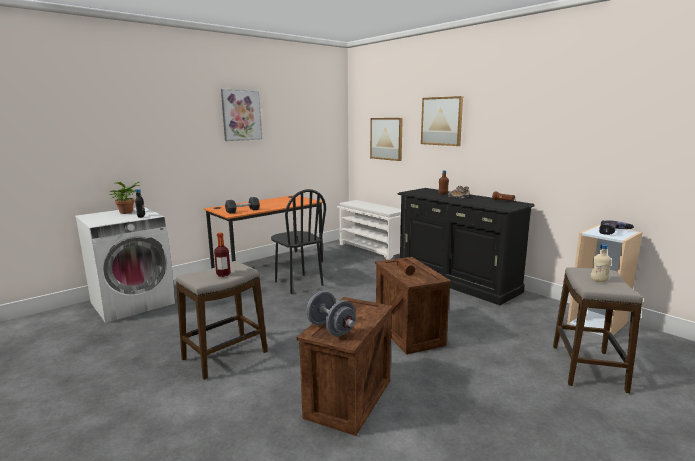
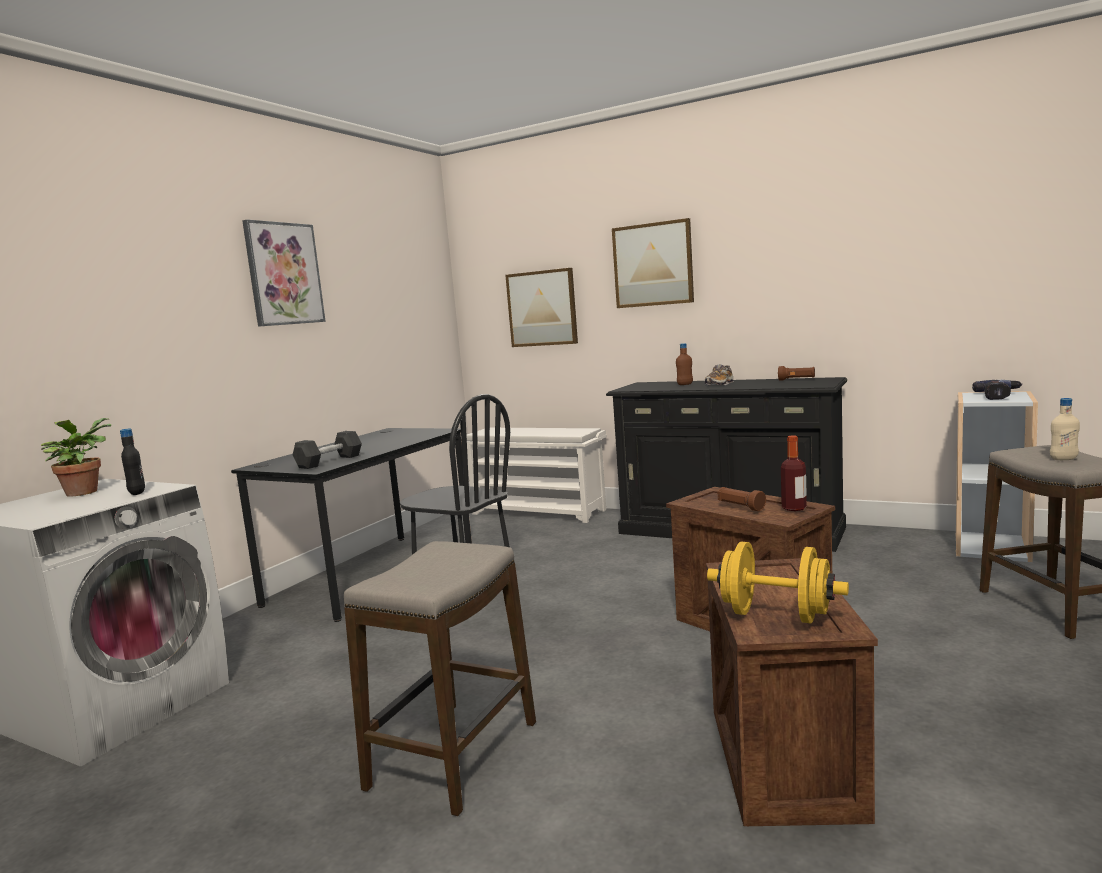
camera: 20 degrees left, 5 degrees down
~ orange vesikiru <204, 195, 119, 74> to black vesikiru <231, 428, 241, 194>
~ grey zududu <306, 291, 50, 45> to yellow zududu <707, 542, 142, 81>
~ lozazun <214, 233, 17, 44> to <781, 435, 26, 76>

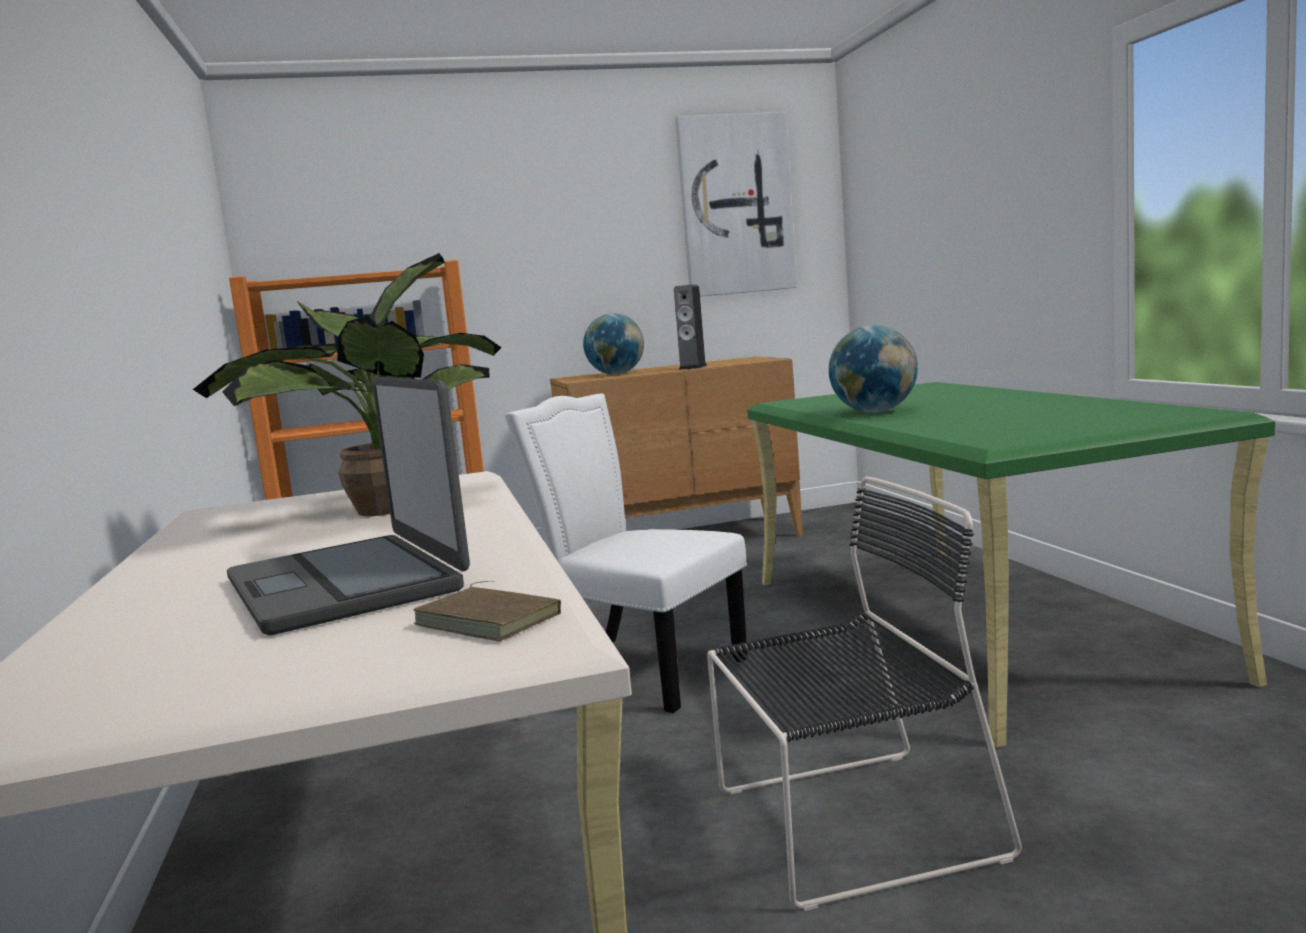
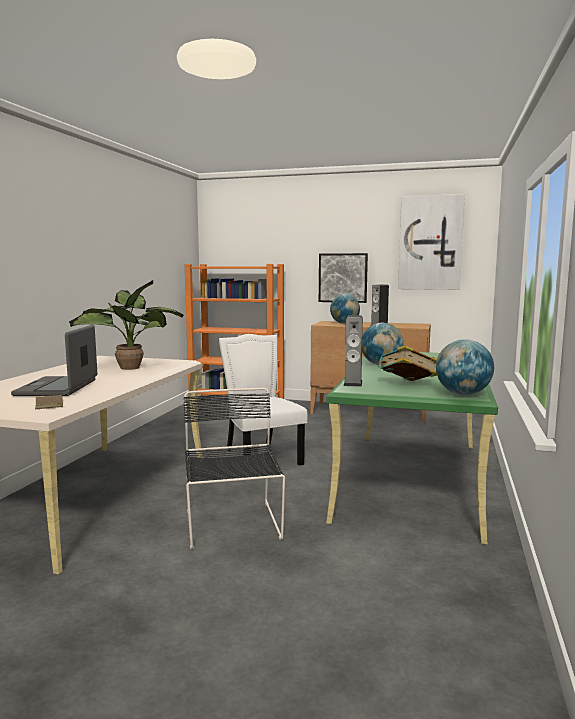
camera: 30 degrees right, 0 degrees up
~ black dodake <707, 476, 315, 435> = <184, 388, 101, 161> 120 degrees counterclockwise
+ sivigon <319, 253, 49, 50>
+ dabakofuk <344, 315, 19, 72>
+ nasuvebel <378, 345, 59, 36>
+ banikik <436, 339, 58, 56>

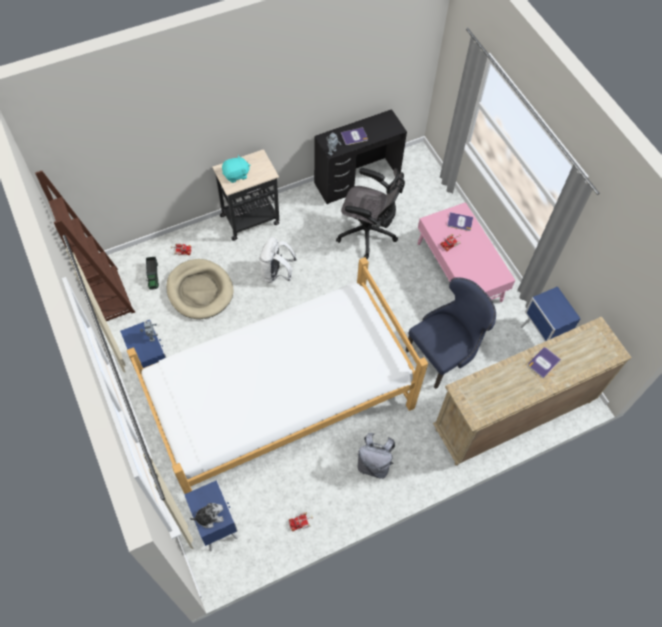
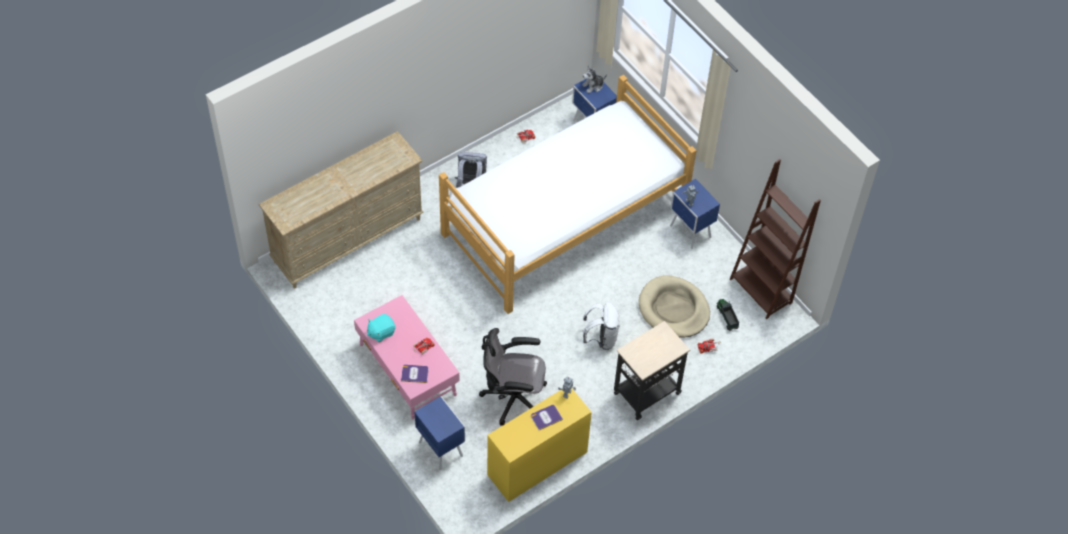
camera: 170 degrees right, 5 degrees down
~ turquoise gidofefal <222, 155, 28, 28> to <367, 314, 28, 28>
~ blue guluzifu <520, 287, 61, 54> to <415, 396, 50, 74>
~ black vesikiru <314, 109, 93, 95> to yellow vesikiru <487, 388, 105, 114>
- blue dodake <405, 277, 91, 112>
- nasuvebel <528, 347, 33, 31>

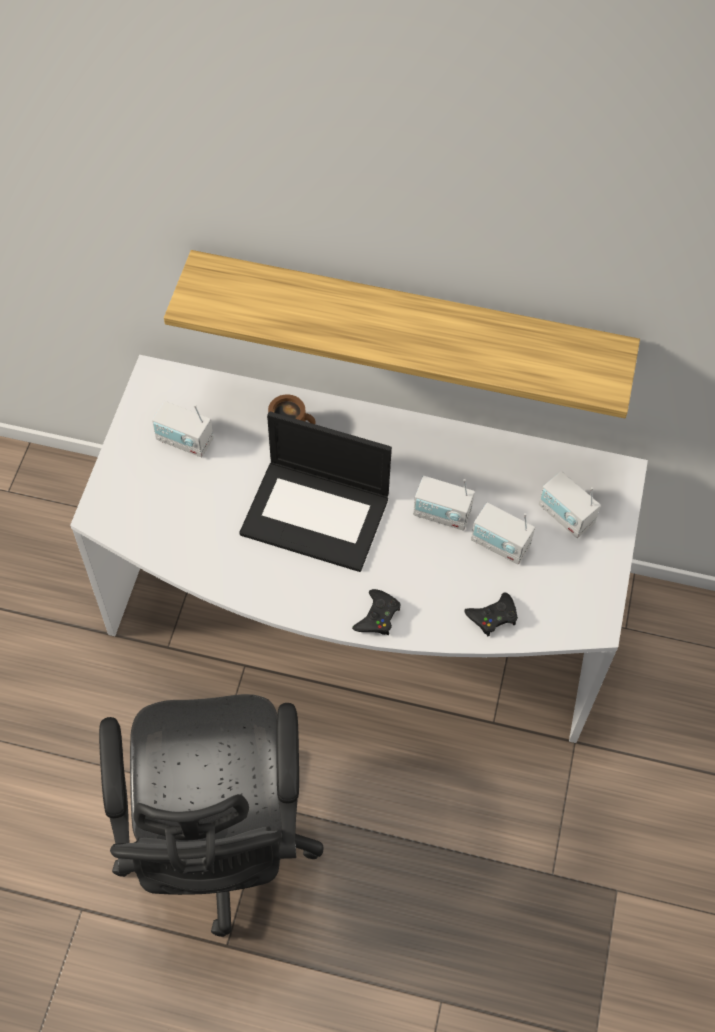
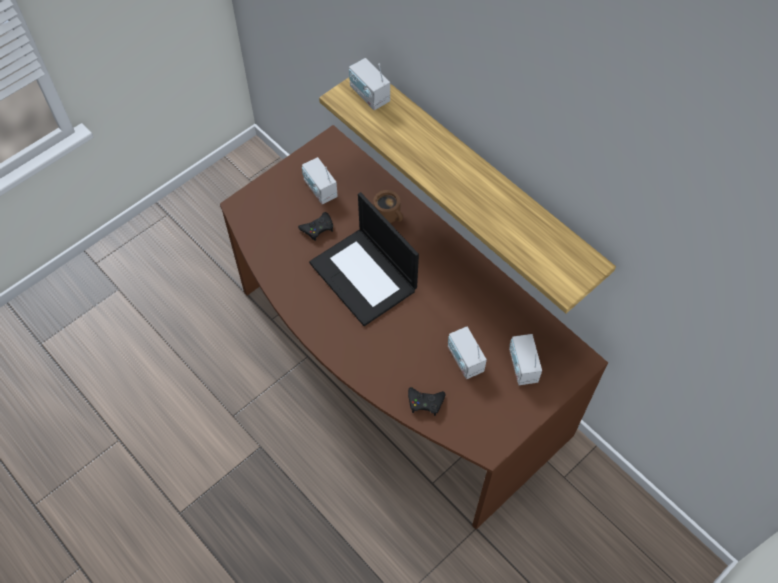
camera: 35 degrees right, 0 degrees up
~ white vesikiru <70, 355, 578, 388> to brown vesikiru <220, 125, 388, 404>
~ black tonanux <352, 589, 48, 46> to <298, 212, 35, 29>
~ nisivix <413, 476, 62, 55> to <349, 58, 41, 52>
- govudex <99, 694, 224, 243>

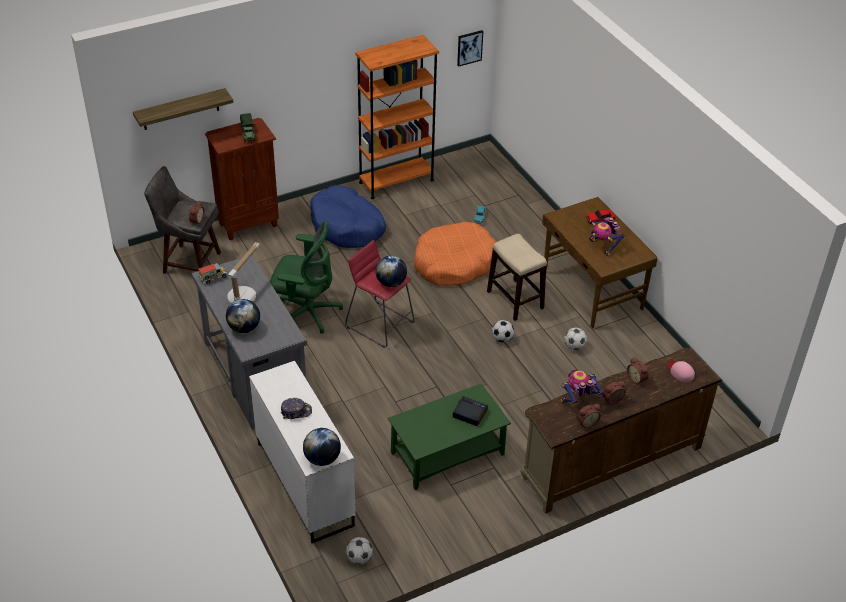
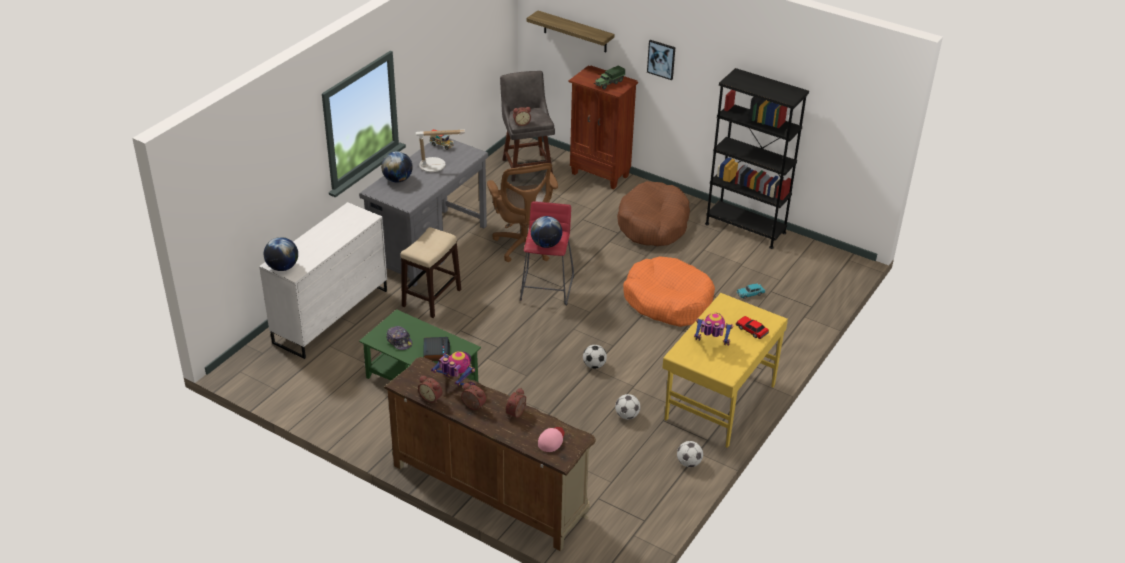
camera: 60 degrees right, 5 degrees down
~ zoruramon <281, 398, 31, 21> to <386, 326, 26, 24>
~ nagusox <487, 234, 60, 87> to <400, 227, 61, 91>
~ green govudex <270, 221, 73, 113> to brown govudex <487, 163, 71, 99>
~ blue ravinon <310, 185, 76, 63> to brown ravinon <617, 181, 73, 65>
~ sivigon <457, 30, 26, 37> to <647, 40, 28, 40>
~ brown vesikiru <542, 197, 116, 132> to yellow vesikiru <662, 293, 126, 155>
~ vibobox <346, 537, 27, 27> to <677, 441, 26, 26>
~ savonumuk <589, 217, 36, 39> = <694, 313, 39, 33> 75 degrees clockwise
~ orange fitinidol <355, 35, 84, 164> to black fitinidol <705, 68, 104, 181>

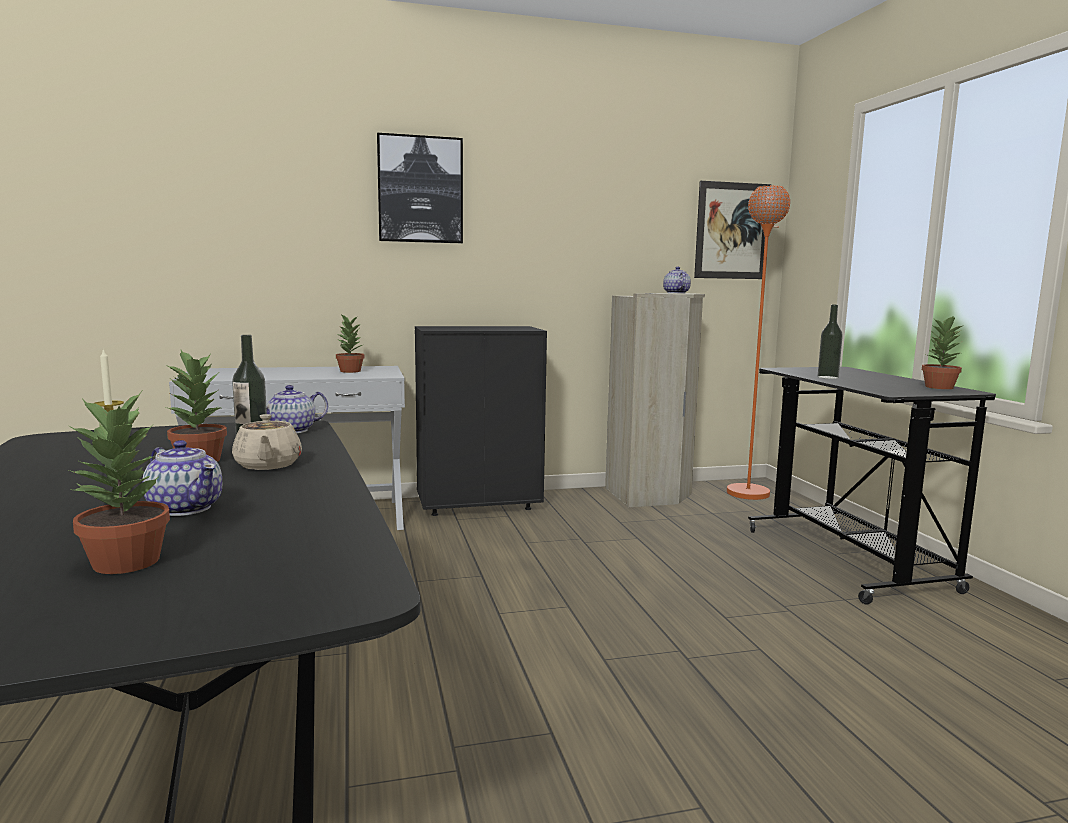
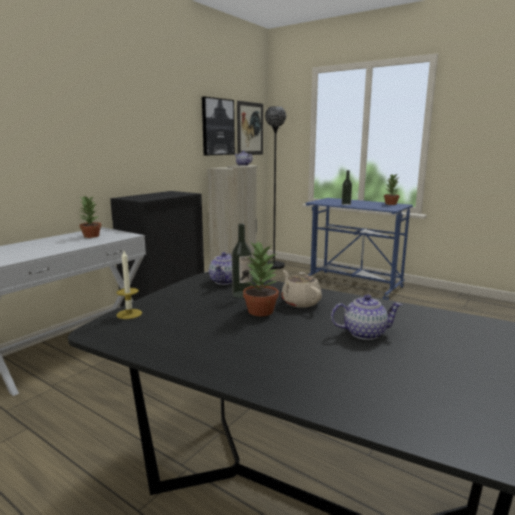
camera: 40 degrees left, 5 degrees up
~ sivigon <377, 133, 86, 110> to <202, 97, 33, 59>
~ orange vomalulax <727, 185, 63, 315> to black vomalulax <265, 106, 21, 163>
~ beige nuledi <232, 414, 70, 56> = <281, 270, 41, 38> 150 degrees counterclockwise
~ black vesikiru <748, 367, 248, 238> to blue vesikiru <305, 198, 108, 102>
- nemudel <69, 391, 101, 183>

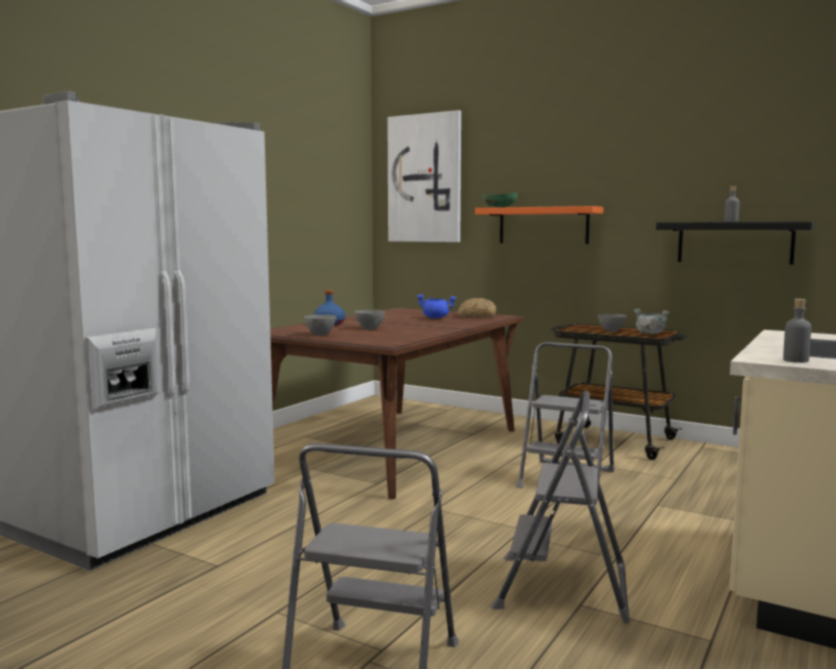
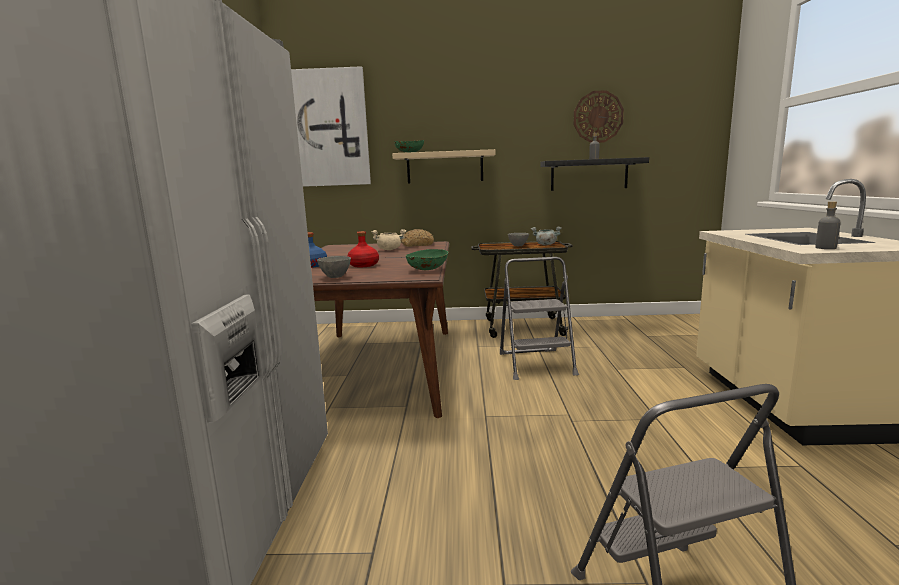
camera: 30 degrees left, 5 degrees up
~ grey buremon <354, 310, 31, 20> to red lozazun <347, 231, 32, 36>
~ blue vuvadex <417, 294, 40, 24> to beige vuvadex <372, 229, 34, 21>
~ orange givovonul <475, 206, 128, 38> to beige givovonul <392, 149, 104, 34>
+ green buremon <406, 249, 42, 21>
+ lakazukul <574, 90, 50, 53>
- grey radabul <491, 391, 138, 233>

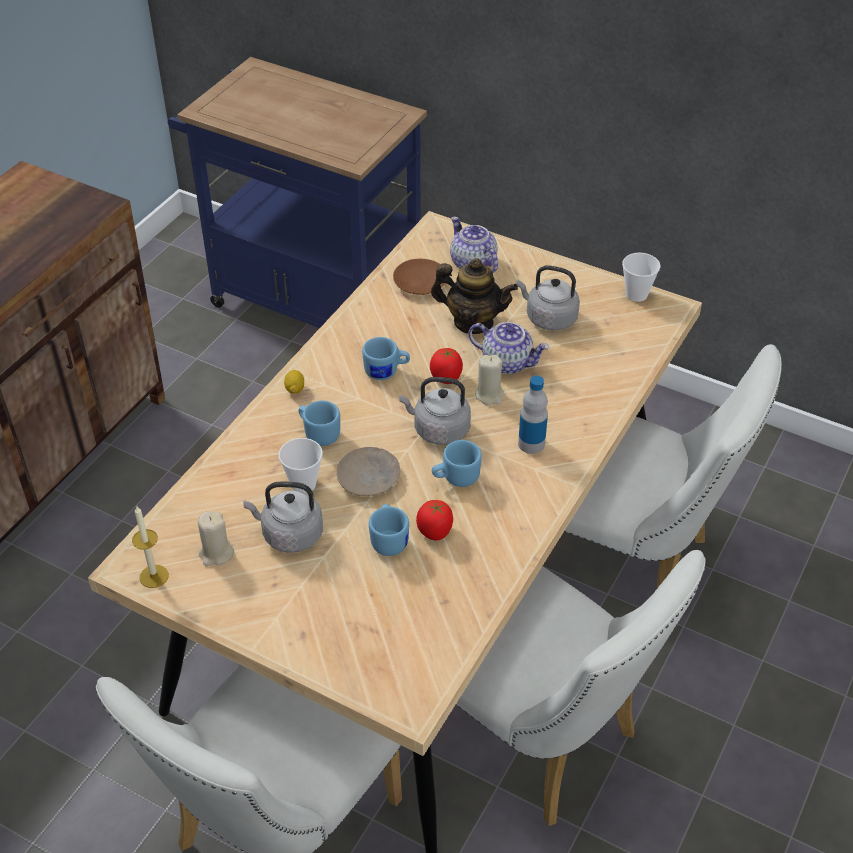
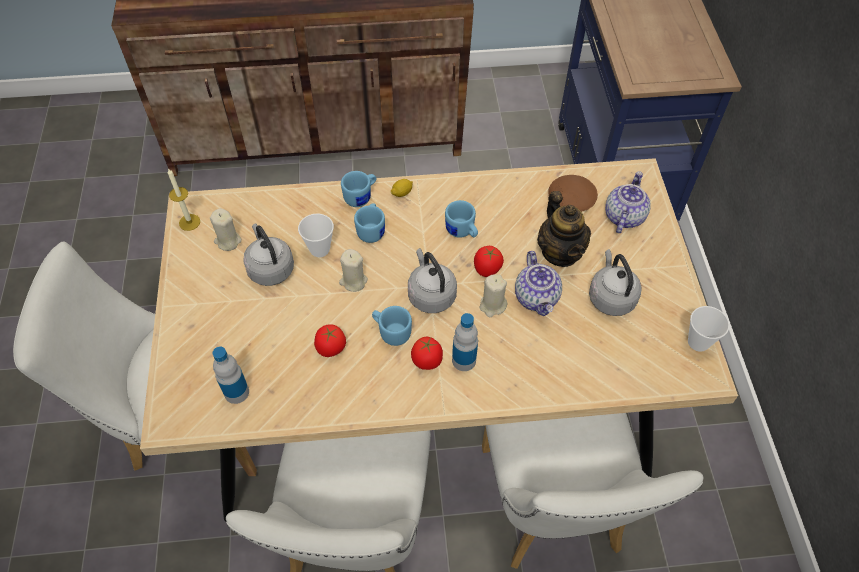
camera: 55 degrees right, 10 degrees up
+ lozazun <213, 347, 36, 57>
~ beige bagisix <336, 447, 64, 49> to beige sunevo <339, 249, 29, 43>
~ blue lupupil <369, 504, 40, 52> to <341, 171, 36, 36>
+ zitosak <411, 337, 32, 33>

